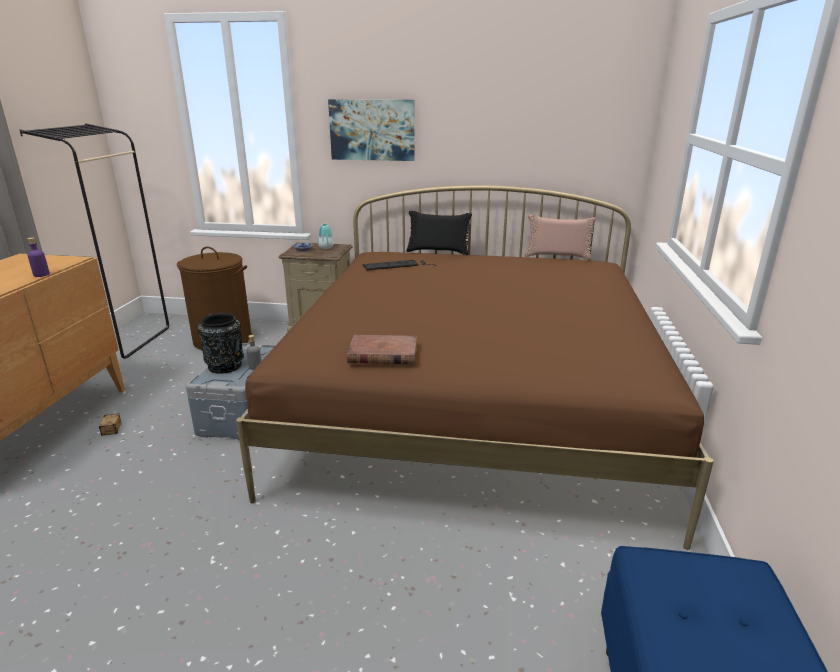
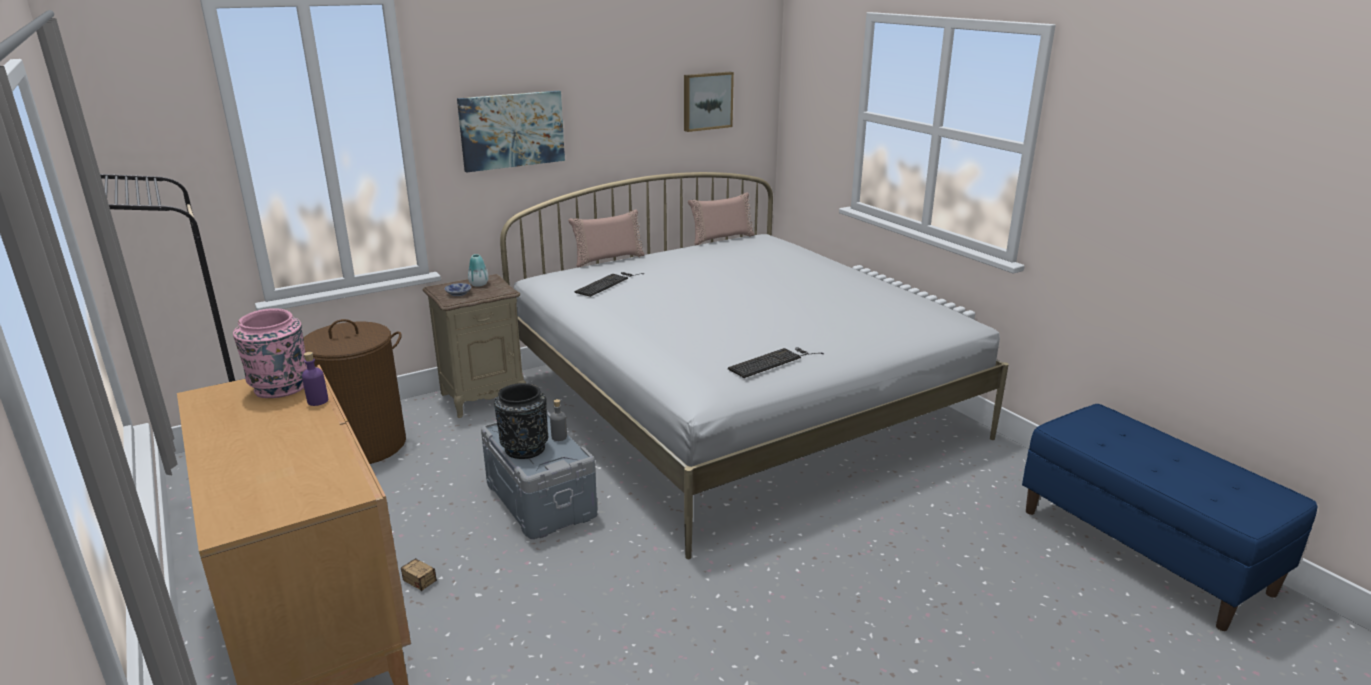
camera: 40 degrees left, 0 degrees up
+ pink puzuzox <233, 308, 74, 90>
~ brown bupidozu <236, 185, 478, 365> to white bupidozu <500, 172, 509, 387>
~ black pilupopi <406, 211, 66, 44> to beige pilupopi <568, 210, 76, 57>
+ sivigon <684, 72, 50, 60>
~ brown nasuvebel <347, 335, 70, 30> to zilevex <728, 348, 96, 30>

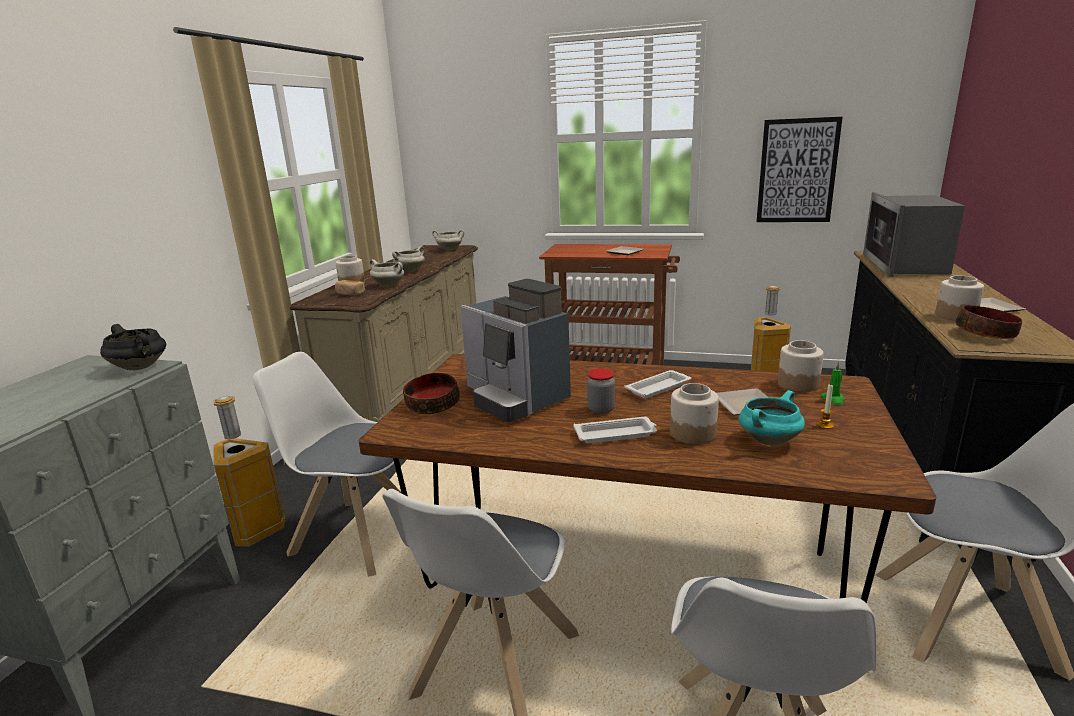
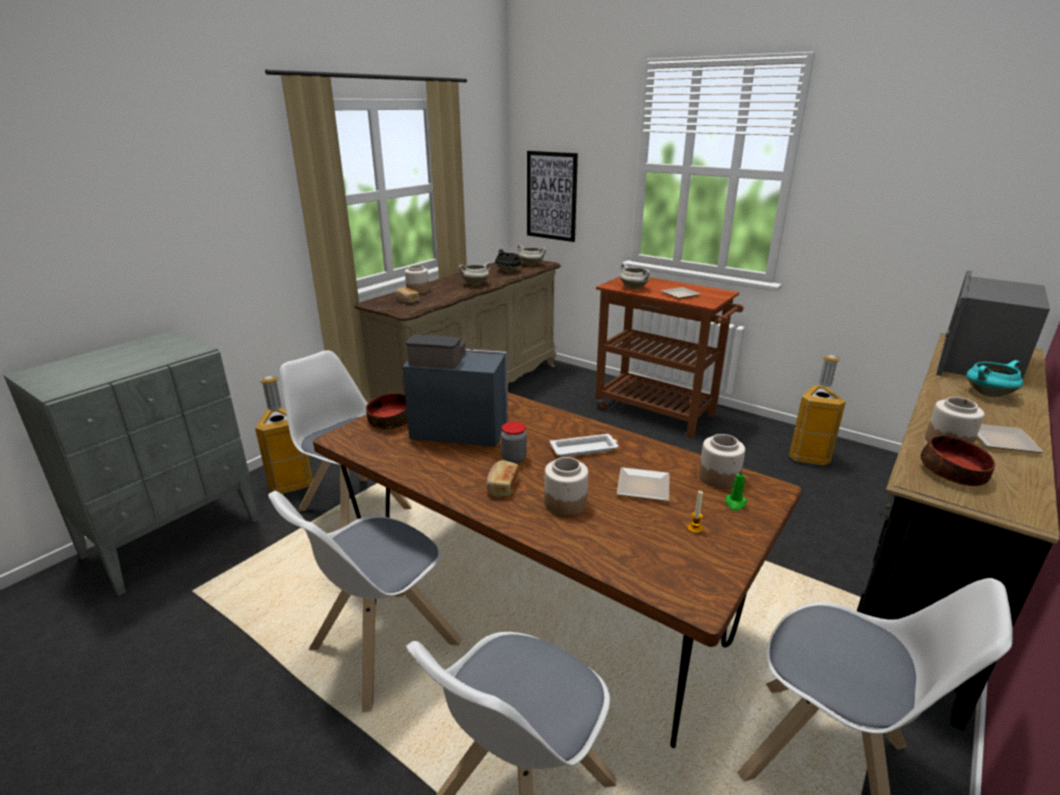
camera: 20 degrees right, 5 degrees up
~ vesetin <460, 279, 111, 143> = <402, 334, 106, 113> 120 degrees clockwise
~ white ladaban <573, 417, 84, 26> to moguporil <486, 460, 33, 37>
~ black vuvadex <100, 324, 66, 46> to <495, 249, 26, 23>
~ sivigon <756, 117, 87, 105> to <527, 151, 51, 91>
~ white vuvadex <369, 259, 35, 28> to <620, 263, 30, 26>
~ turquoise vuvadex <739, 390, 66, 56> to <966, 360, 57, 37>

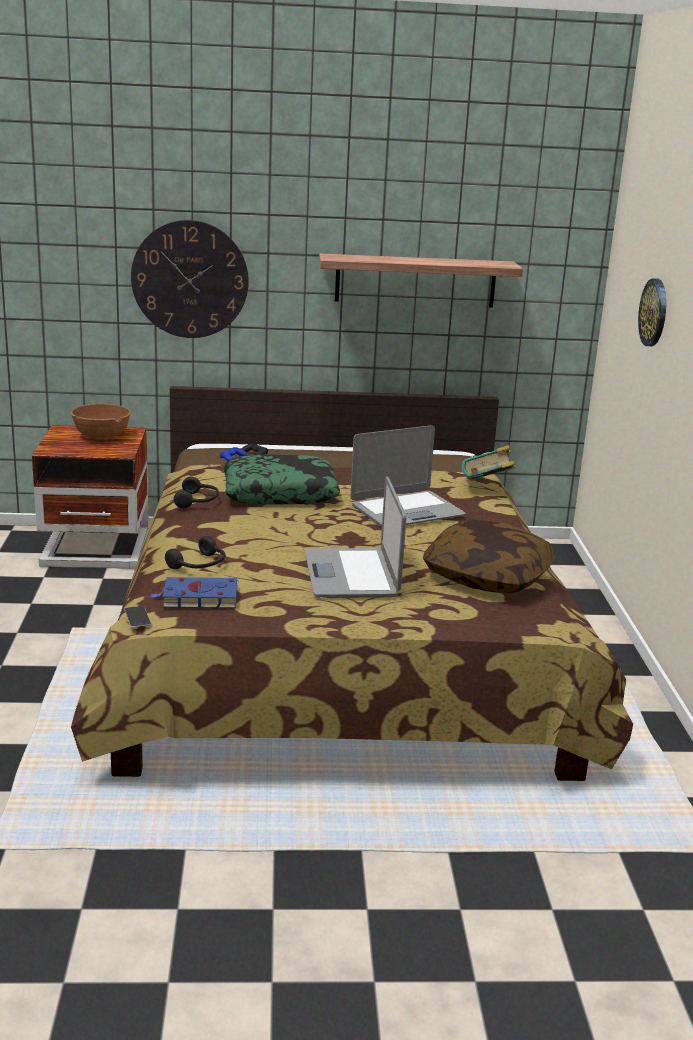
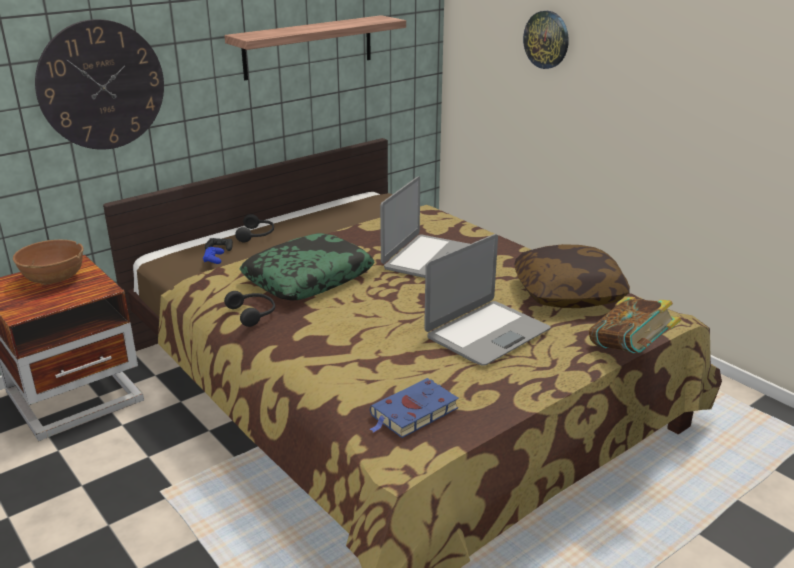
camera: 35 degrees left, 5 degrees up
~ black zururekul <165, 536, 60, 33> to <235, 214, 39, 28>
~ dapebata <305, 476, 102, 122> = <424, 234, 126, 132> 90 degrees counterclockwise
~ nasuvebel <462, 445, 54, 36> to <589, 296, 92, 57>
- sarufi <124, 606, 27, 22>

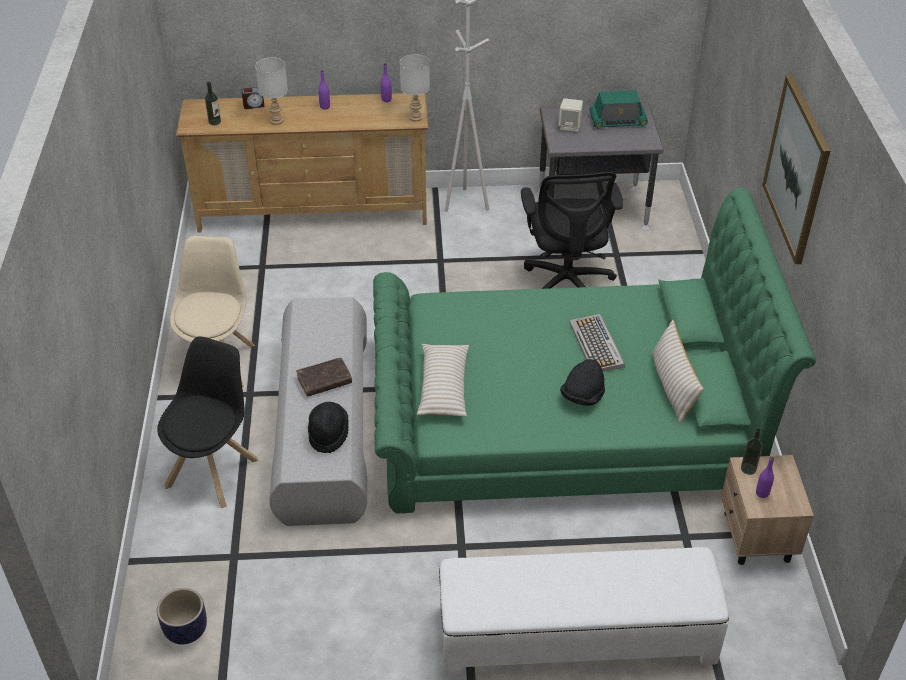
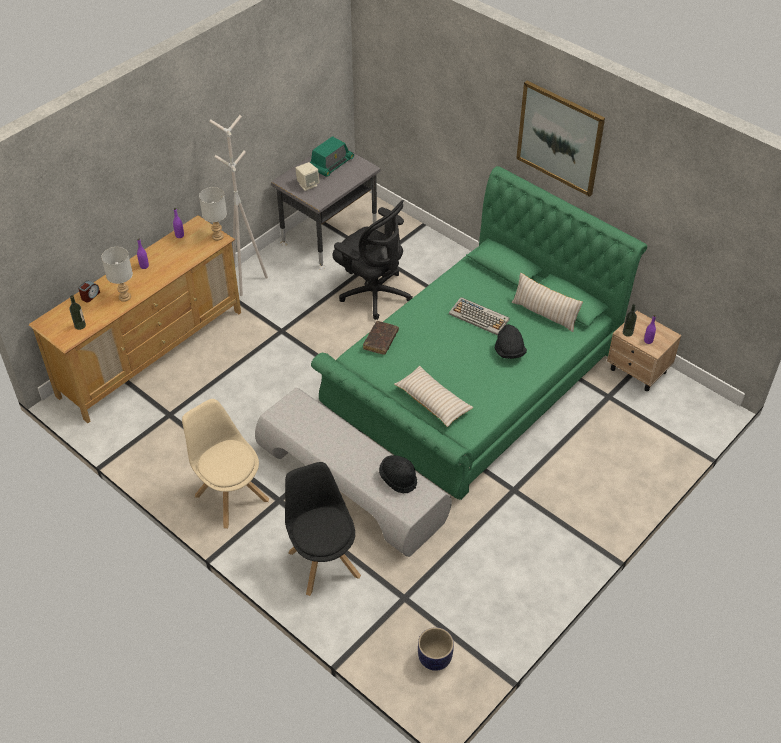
camera: 45 degrees left, 5 degrees up
~ brown nasuvebel <296, 358, 56, 38> to <363, 321, 36, 34>
- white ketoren <439, 547, 290, 130>

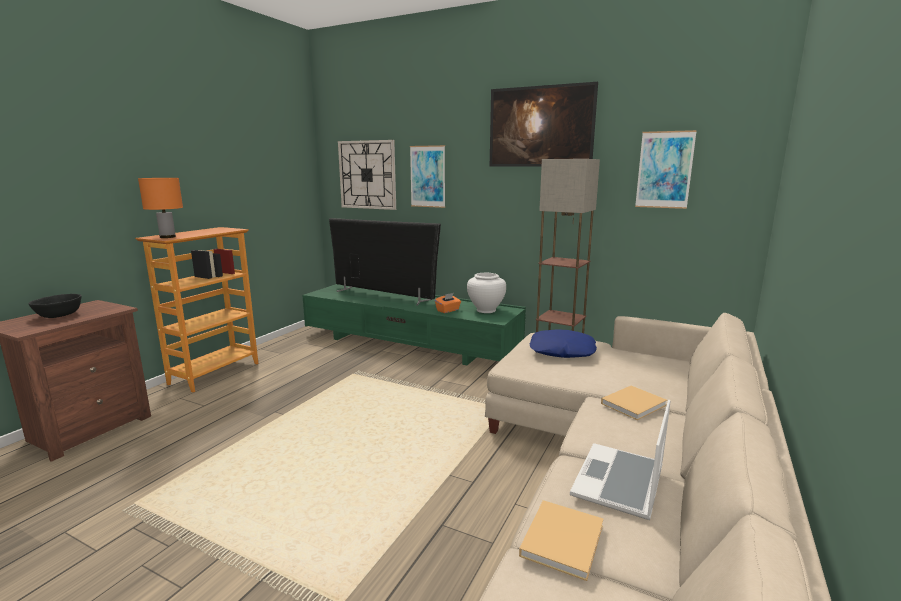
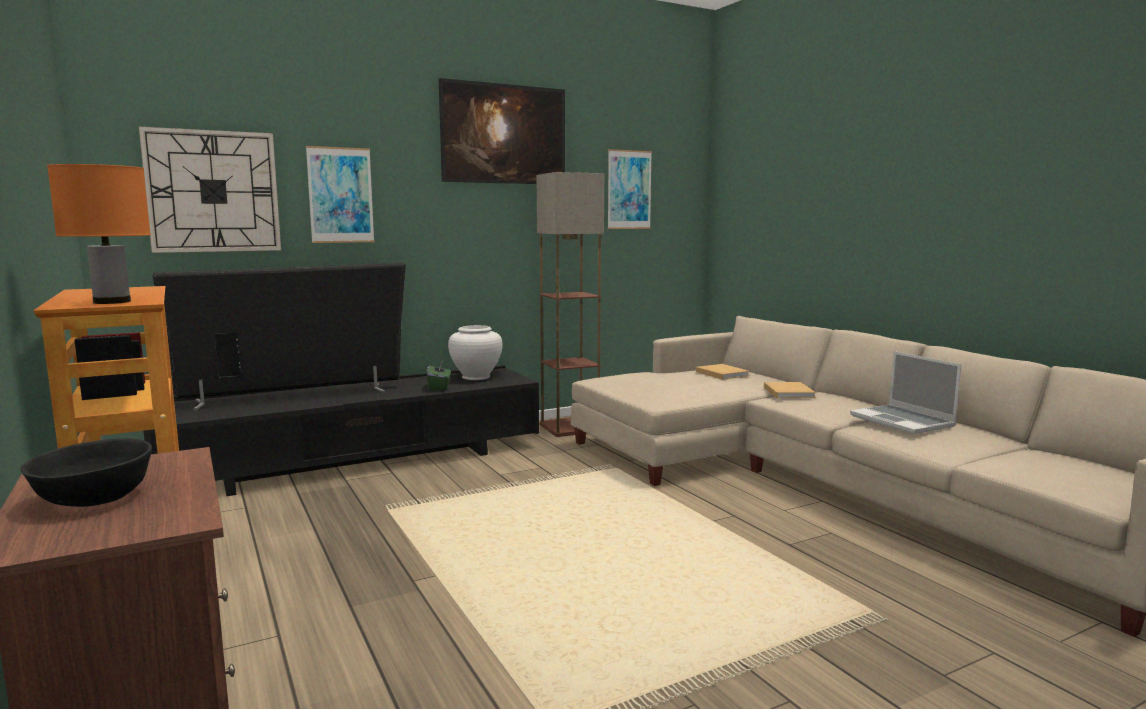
camera: 55 degrees left, 5 degrees down
~ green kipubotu <302, 284, 224, 81> to black kipubotu <143, 365, 396, 131>
~ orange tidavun <435, 293, 26, 20> to green tidavun <427, 361, 24, 29>
~ beige nasuvebel <519, 500, 85, 81> to <696, 364, 54, 16>
- blue pilupopi <530, 329, 67, 29>

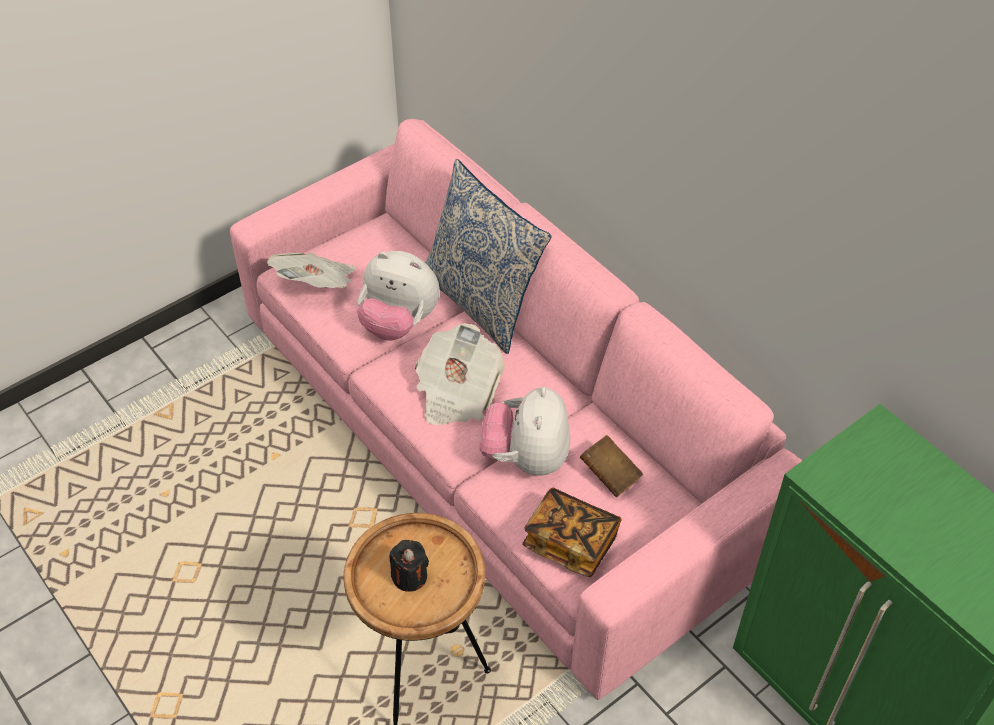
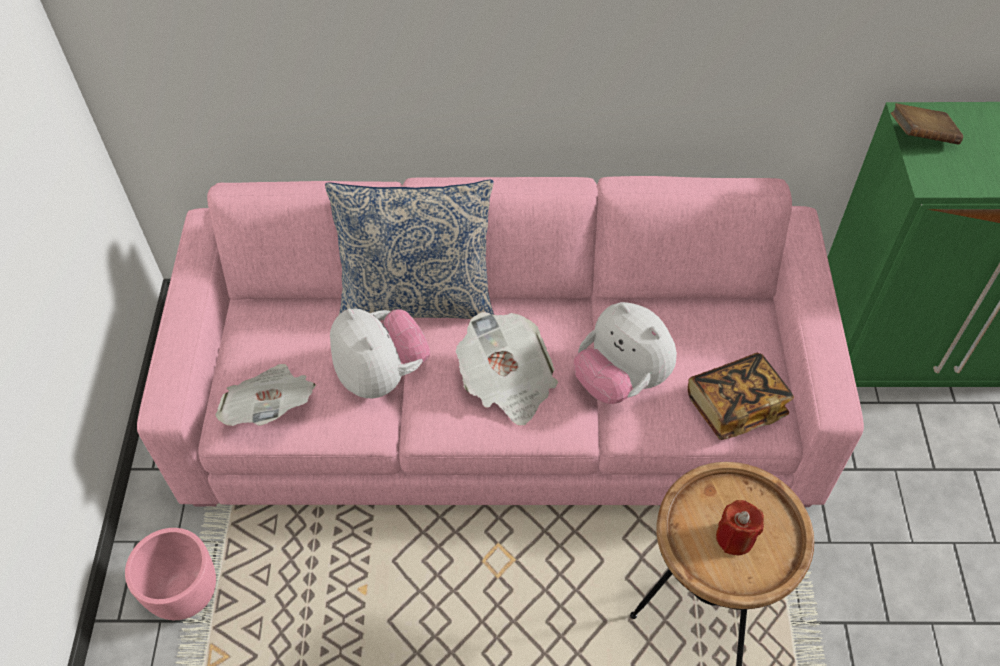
camera: 50 degrees left, 5 degrees up
+ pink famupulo <125, 528, 91, 92>
~ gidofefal <357, 251, 82, 90> = <330, 308, 100, 90> 90 degrees counterclockwise
~ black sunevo <390, 540, 39, 52> to red sunevo <716, 500, 48, 55>
~ brown nasuvebel <580, 435, 63, 62> to <891, 103, 72, 42>

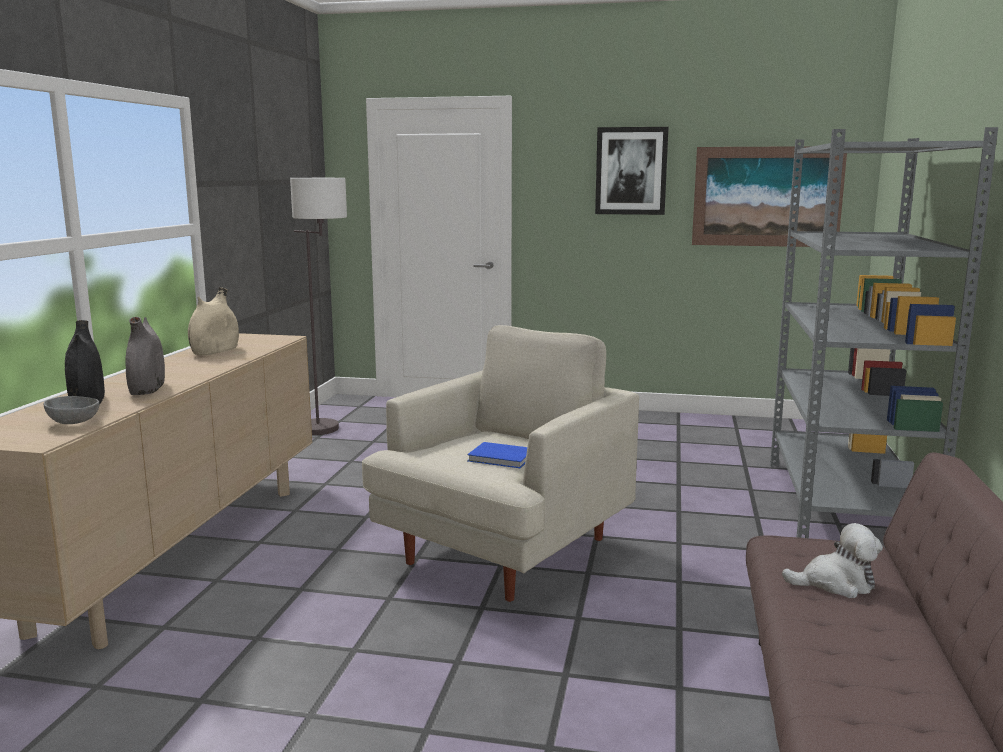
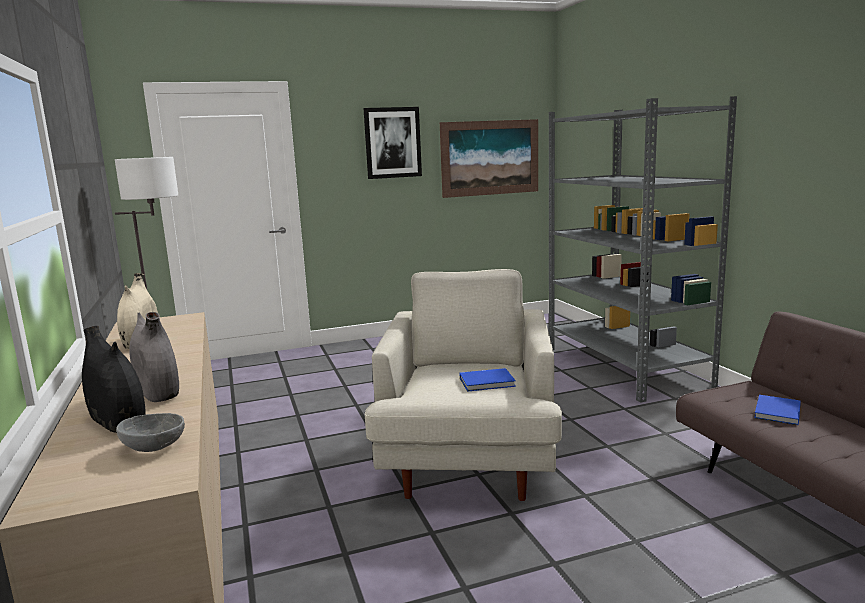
camera: 30 degrees left, 0 degrees up
~ gidofefal <782, 523, 101, 75> to blue nasuvebel <754, 395, 47, 30>

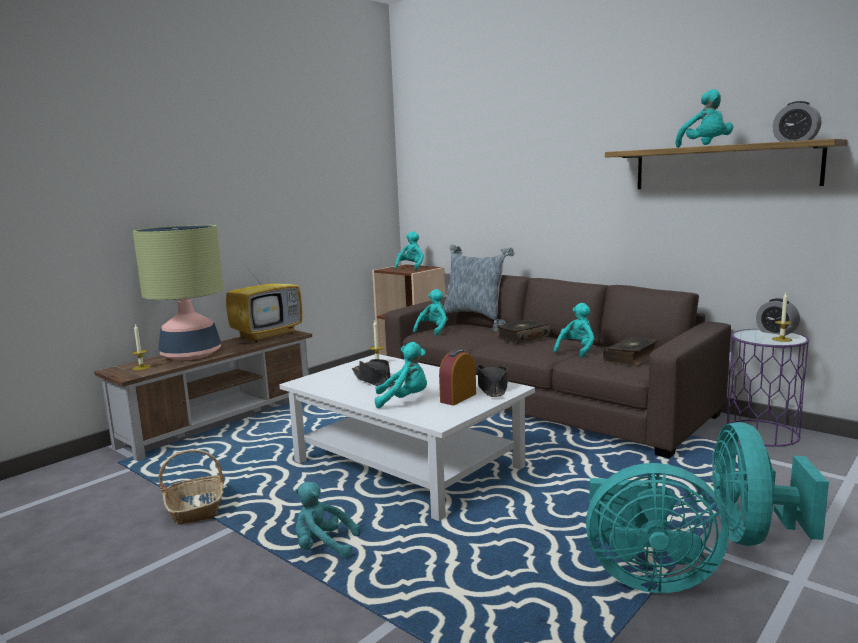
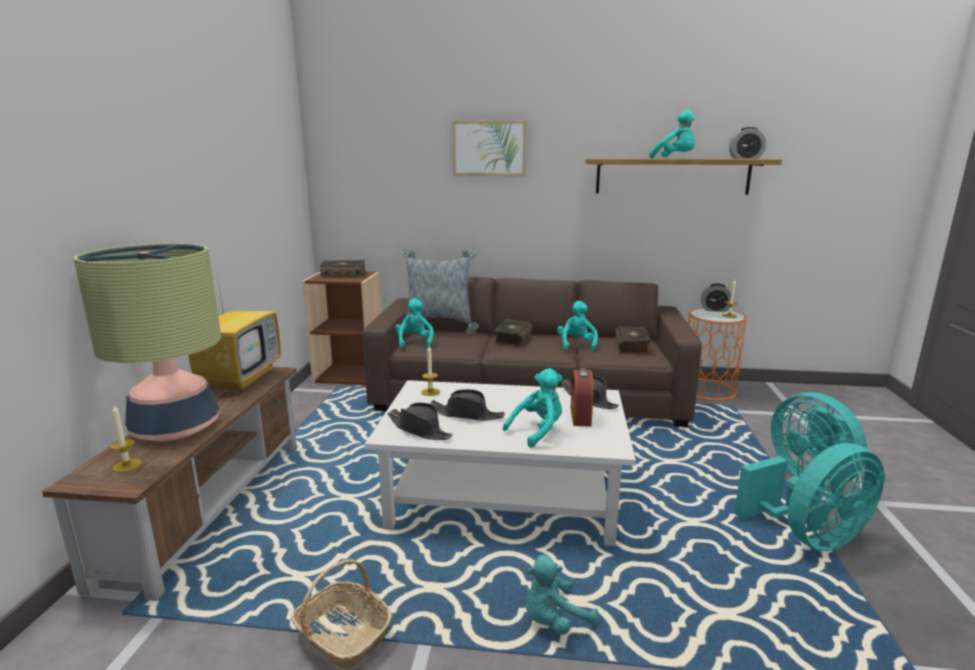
camera: 35 degrees left, 5 degrees up
~ turquoise gidofefal <394, 231, 30, 39> to nasuvebel <320, 260, 46, 17>
+ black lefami <387, 402, 66, 38>
+ sivigon <452, 120, 75, 56>
~ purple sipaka <726, 329, 83, 118> to orange sipaka <688, 308, 59, 92>

